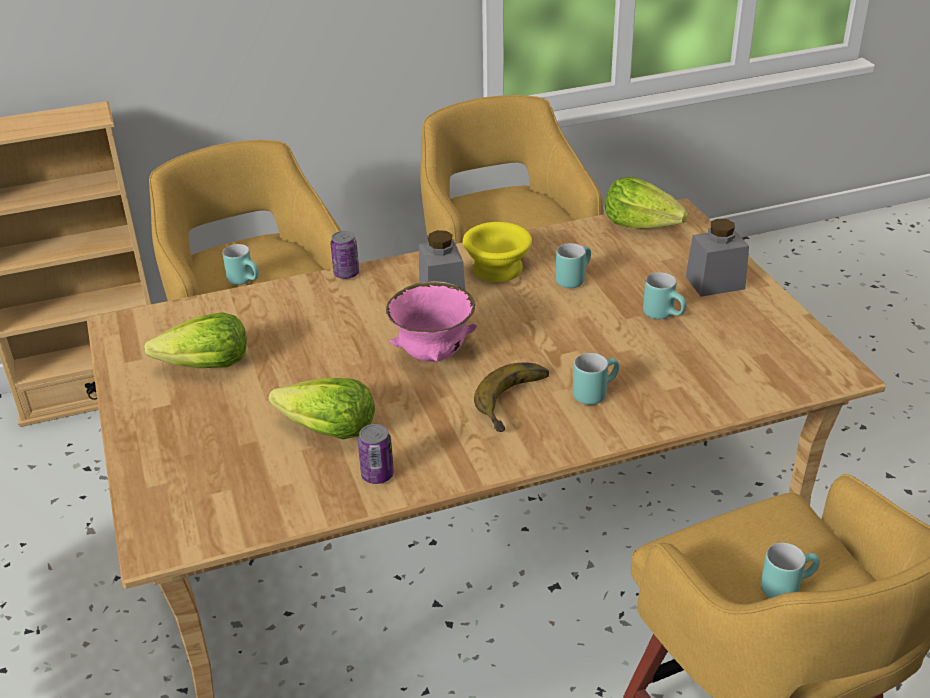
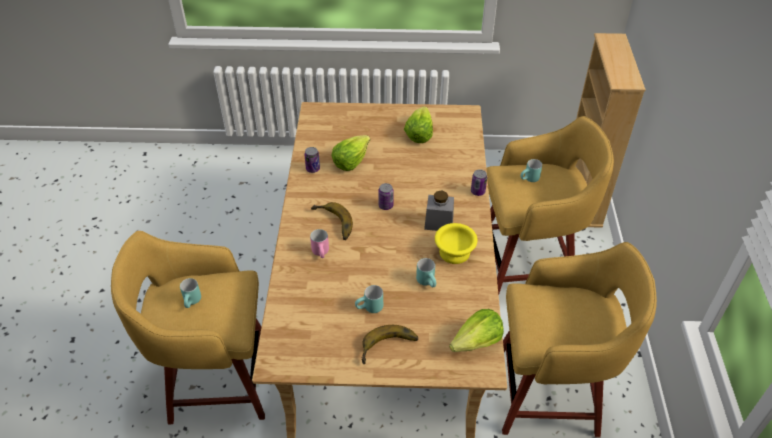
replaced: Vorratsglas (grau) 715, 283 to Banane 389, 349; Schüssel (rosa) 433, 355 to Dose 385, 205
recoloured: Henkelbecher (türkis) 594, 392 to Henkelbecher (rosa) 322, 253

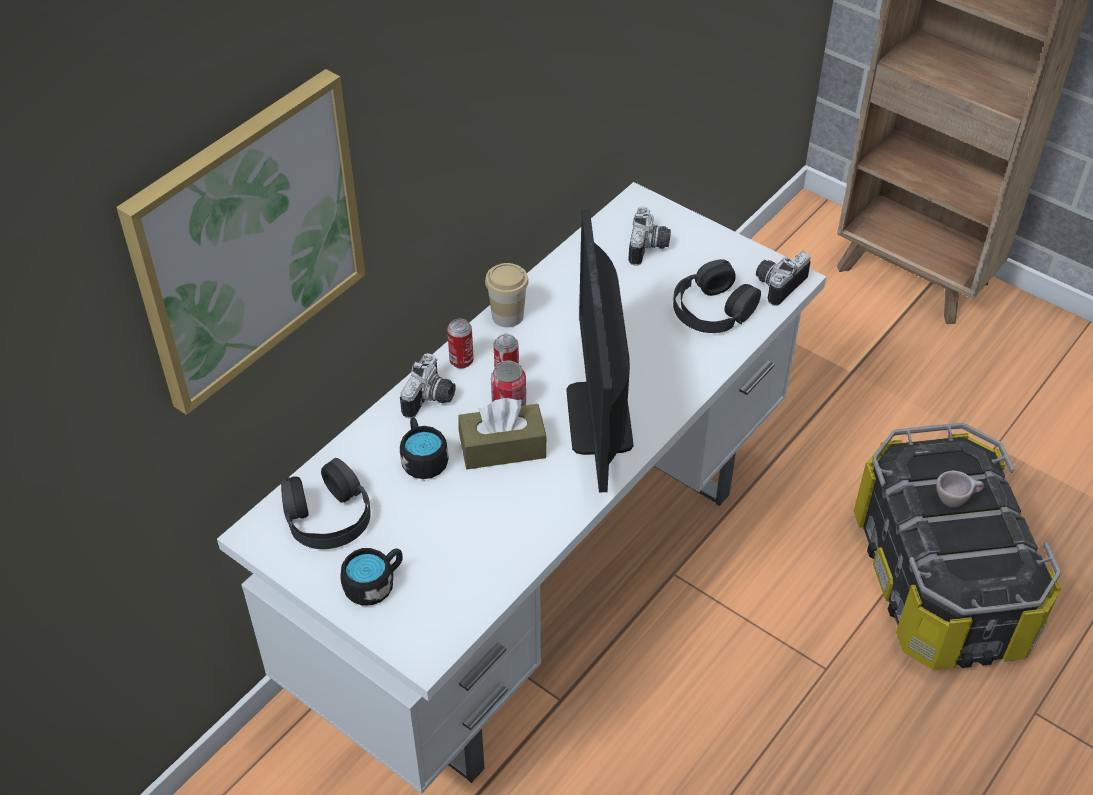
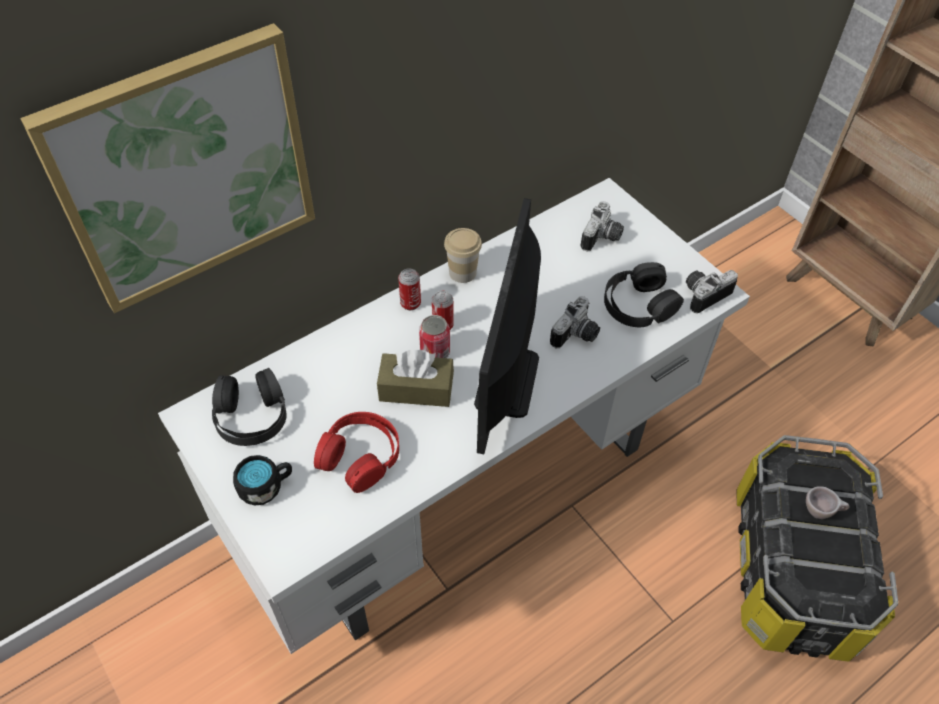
removed: Henkelbecher (schwarz) 423, 459
added: Kopfhörer (rot) 360, 456
moved: Kamera 431, 400 to 577, 336

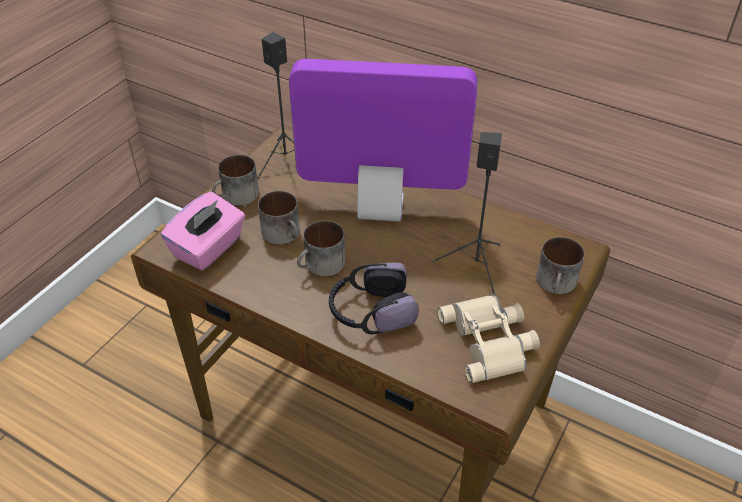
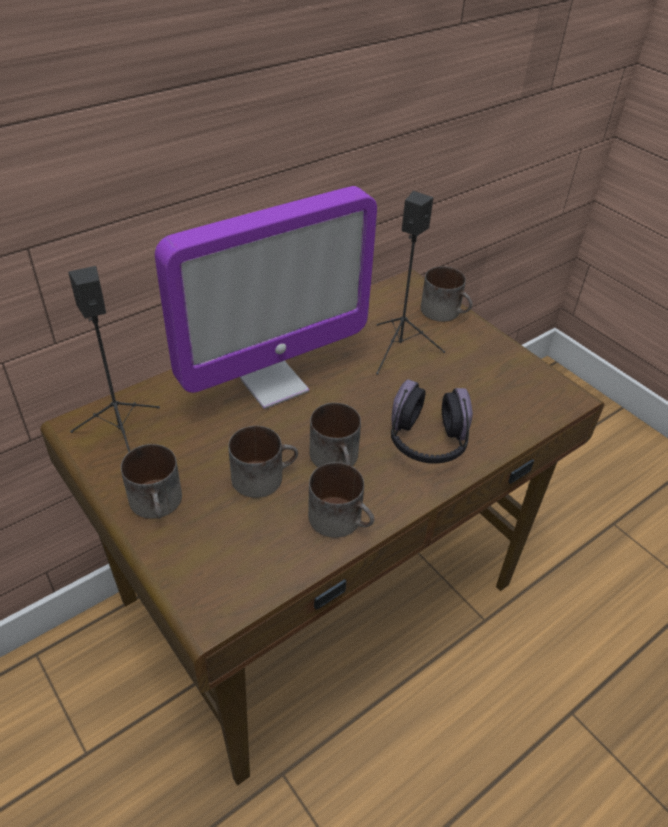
removed: Taschentuchbox (rosa) 209, 248; Fernglas (beige) 490, 341
added: Henkelbecher 342, 518
turned: Monitor 381, 208 = 272, 383 150 degrees counterclockwise

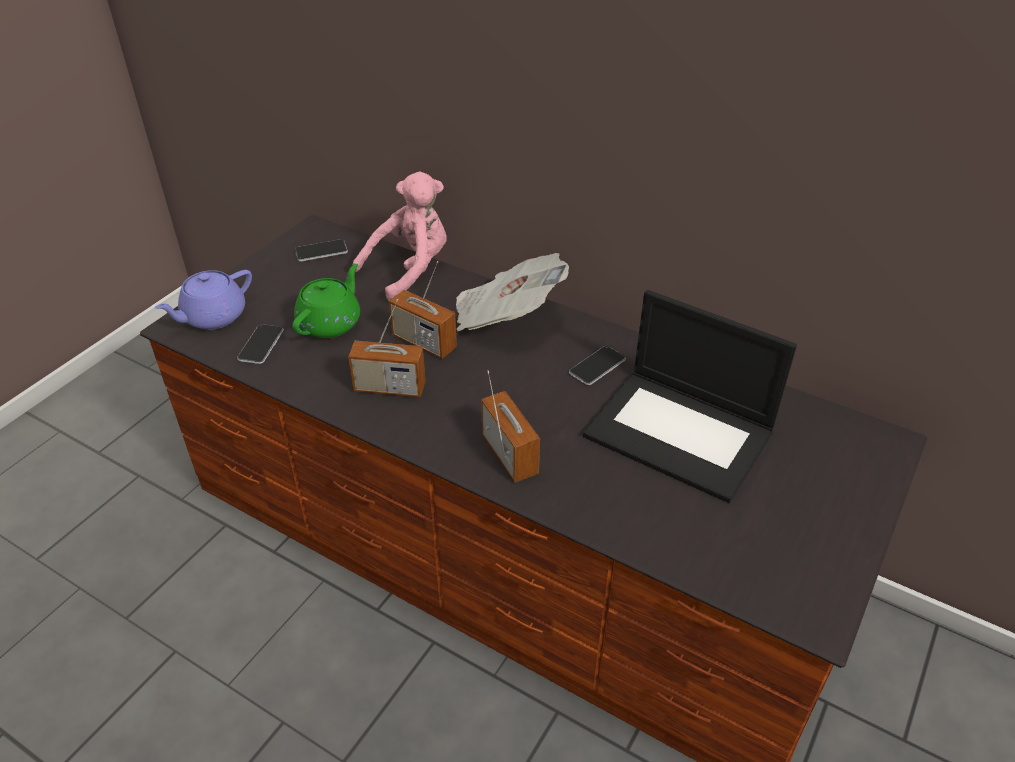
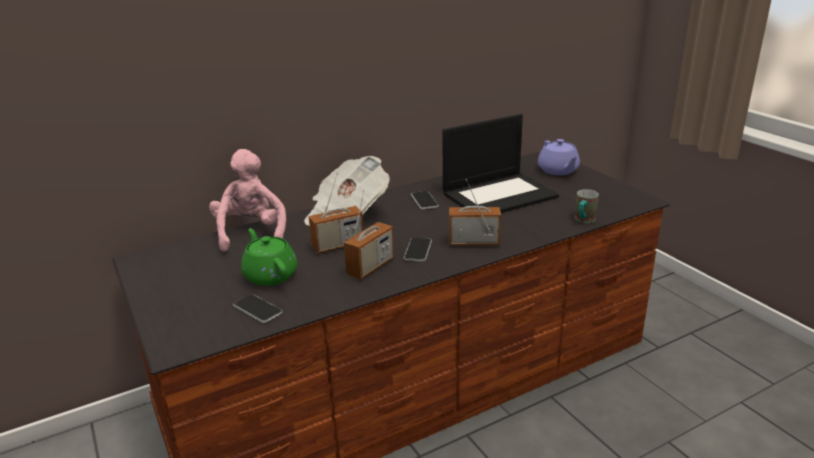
added: Henkelbecher 583, 220
moved: Handy 321, 251 to 418, 250; Teekanne (lila) 213, 317 to 558, 170

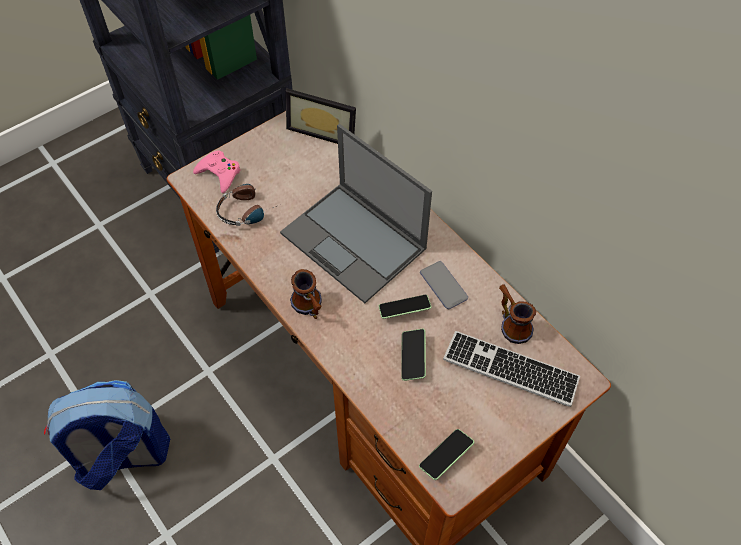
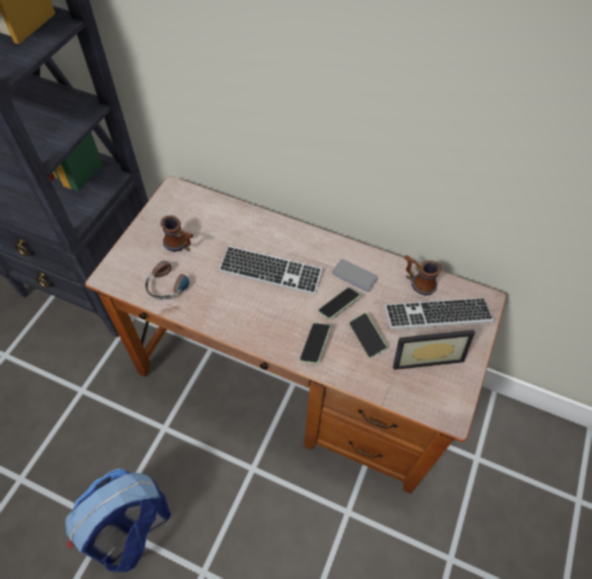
removed: Gamepad (rosa) 219, 174
moved: Bilderrahmen 324, 129 to 425, 354; Henkelbecher 310, 308 to 180, 245; Handy 446, 457 to 315, 345
replaced: Laptop 355, 242 to Tastatur 270, 271

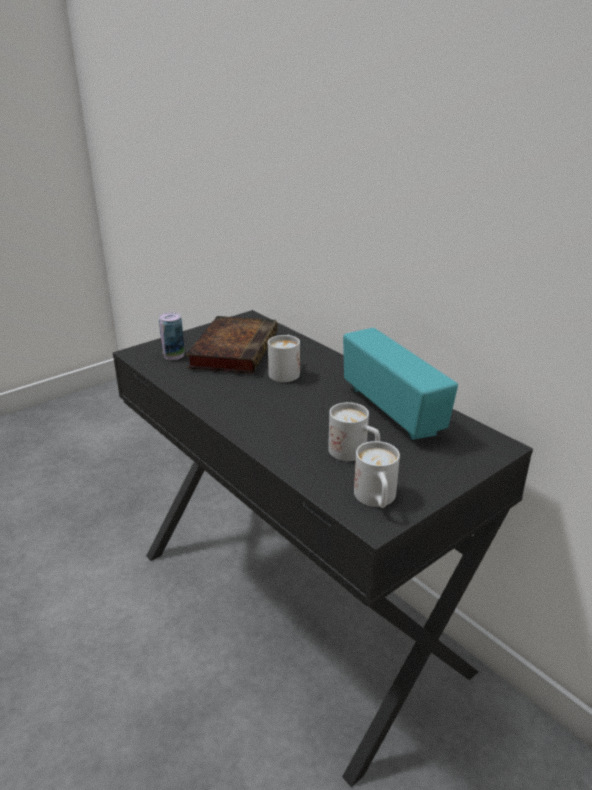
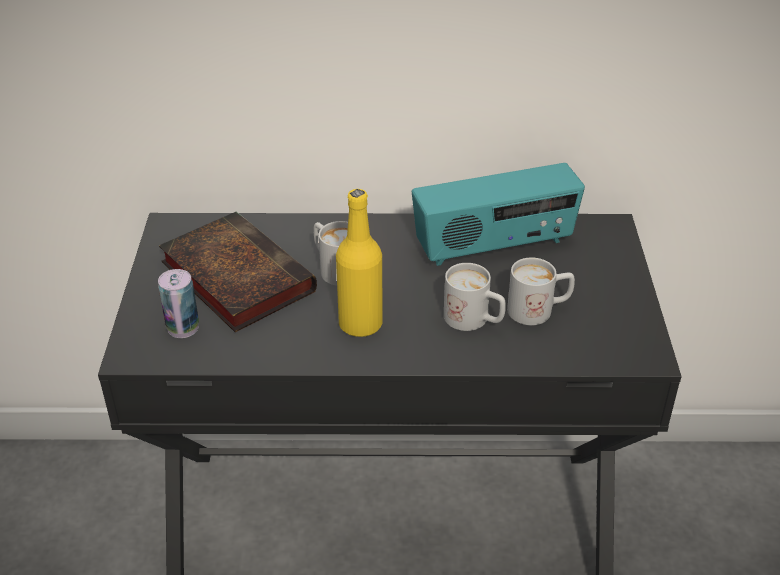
added: Flasche (gelb) 360, 324
moved: Henkelbecher (weiß) 376, 500 to 474, 320
turned: Radio 393, 410 = 494, 246 150 degrees clockwise

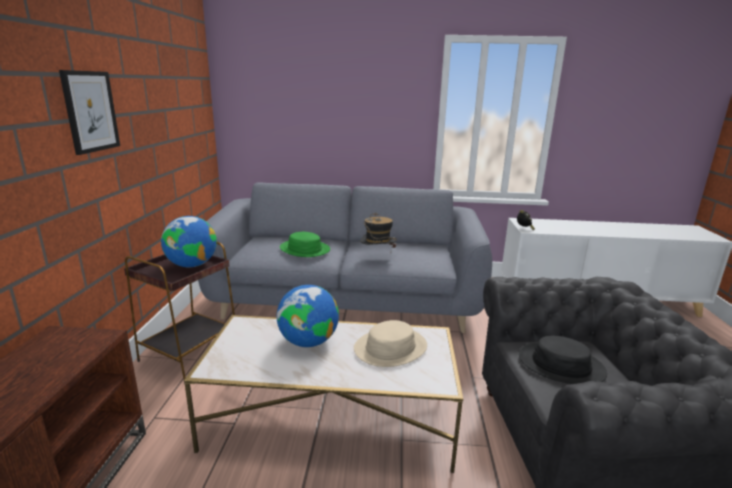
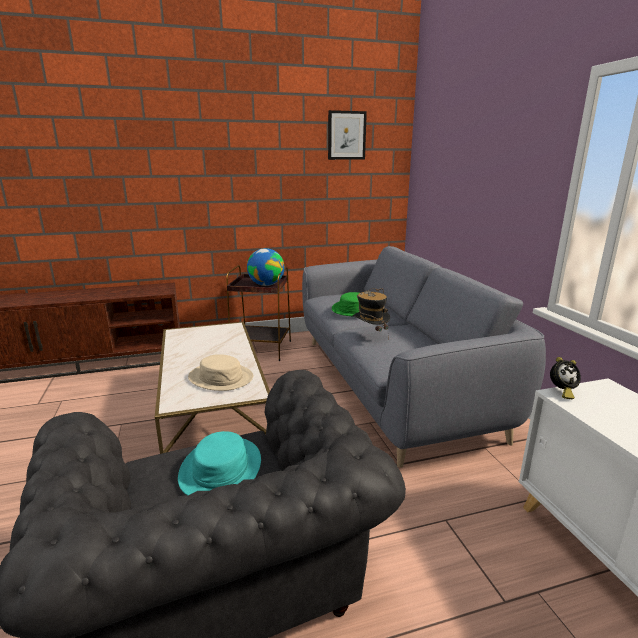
removed: Globus 308, 342
moved: Bild 90, 111 to 346, 135
recoloured: Hut (schwarz) 561, 364 to Hut (türkis) 221, 468

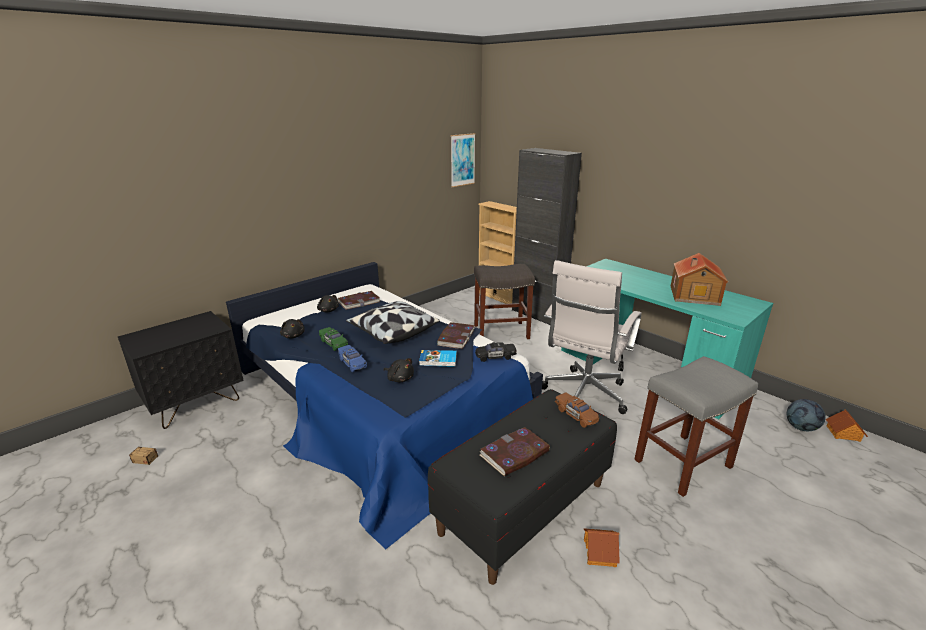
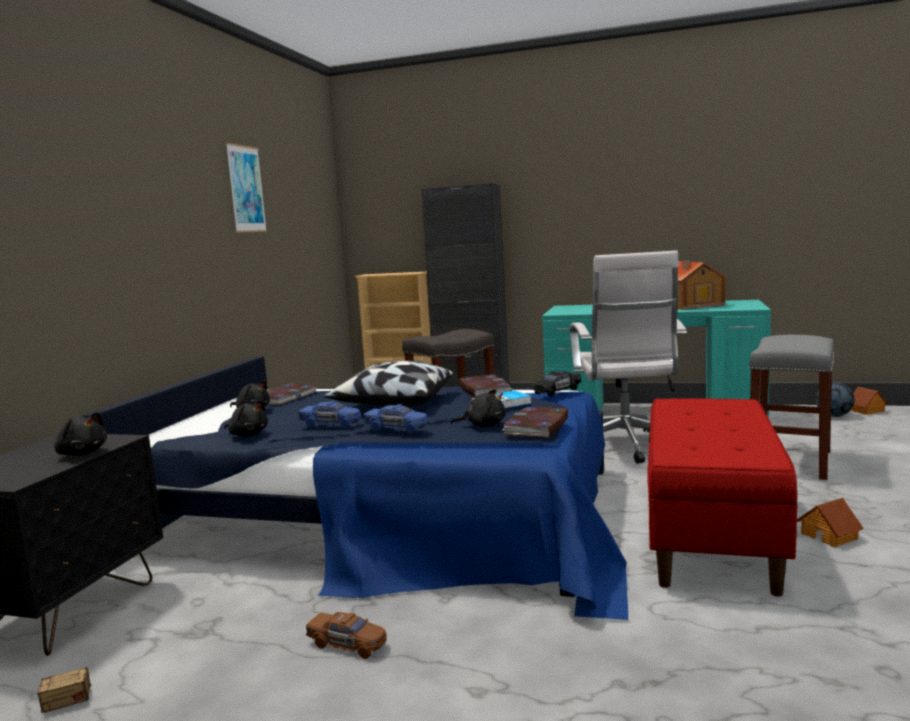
added: Plüschtier (schwarz) 82, 453
moved: Bild 462, 160 to 246, 189; Spielzeugauto (braun) 576, 415 to 348, 644; Buch 514, 454 to 537, 426
recoloured: Spielzeugauto (grün) 334, 343 to Spielzeugauto (blau) 331, 424; Bank (schwarz) 523, 507 to Bank (rot) 710, 535

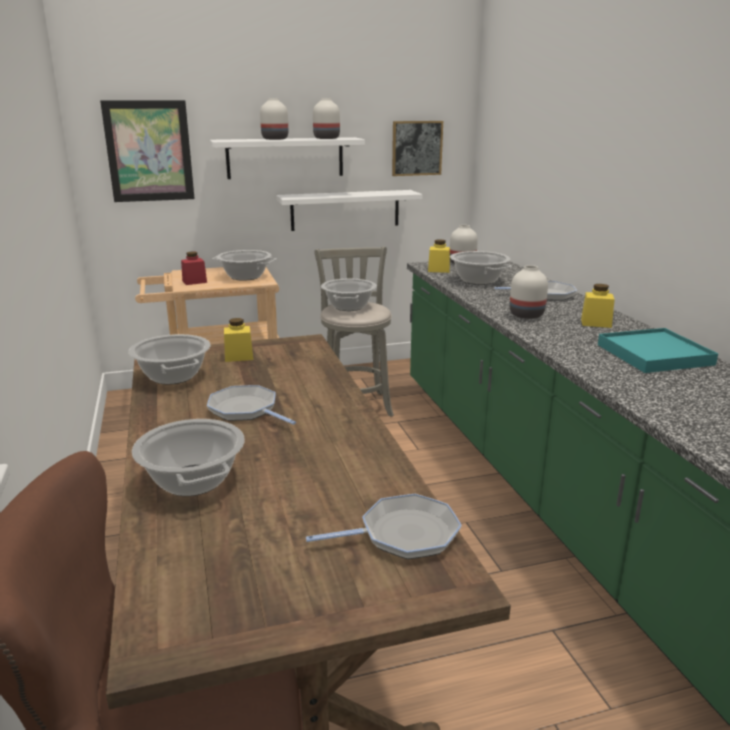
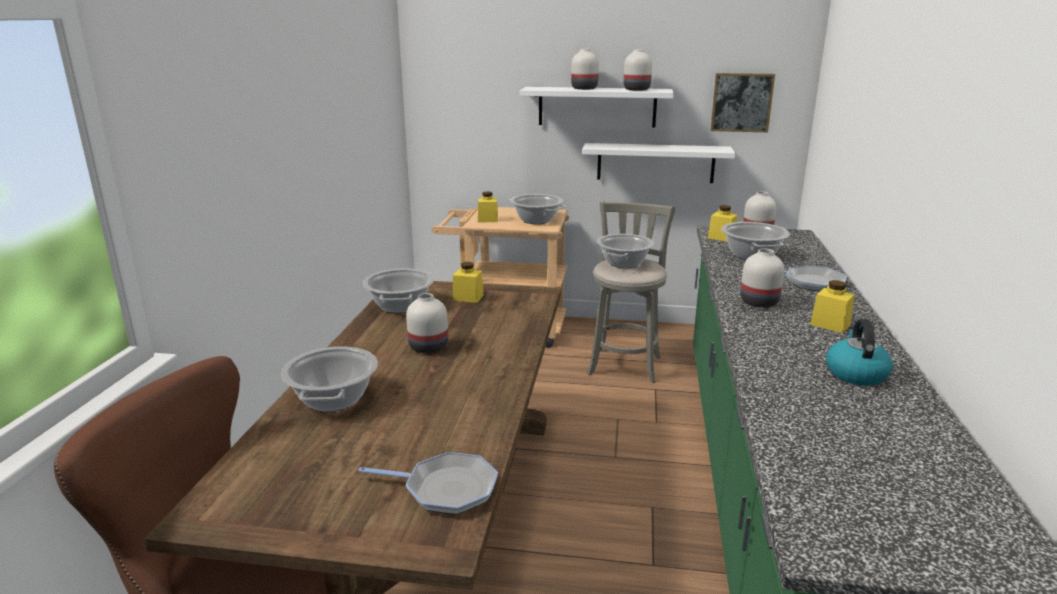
removed: Bild 149, 151
replaced: Tablett (türkis) 654, 355 to Wasserkessel 855, 373; Pfanne 246, 410 to Vase (weiß) 428, 348
recoloured: Vorratsglas (rot) 194, 282 to Vorratsglas (gelb) 488, 220

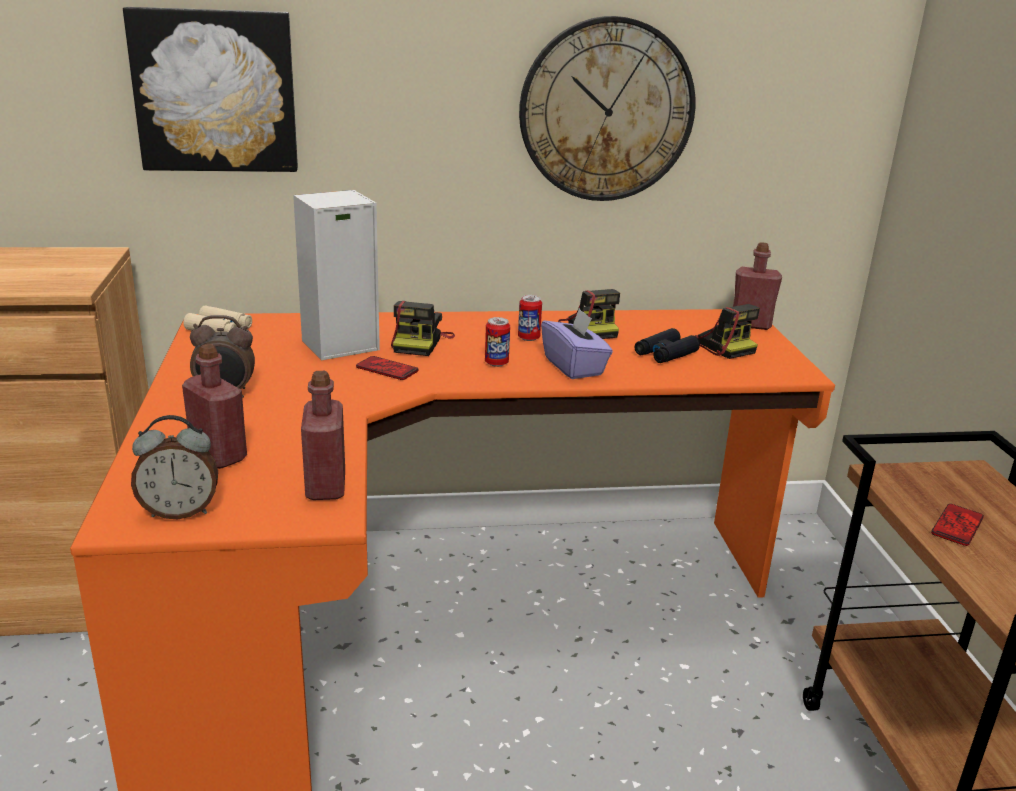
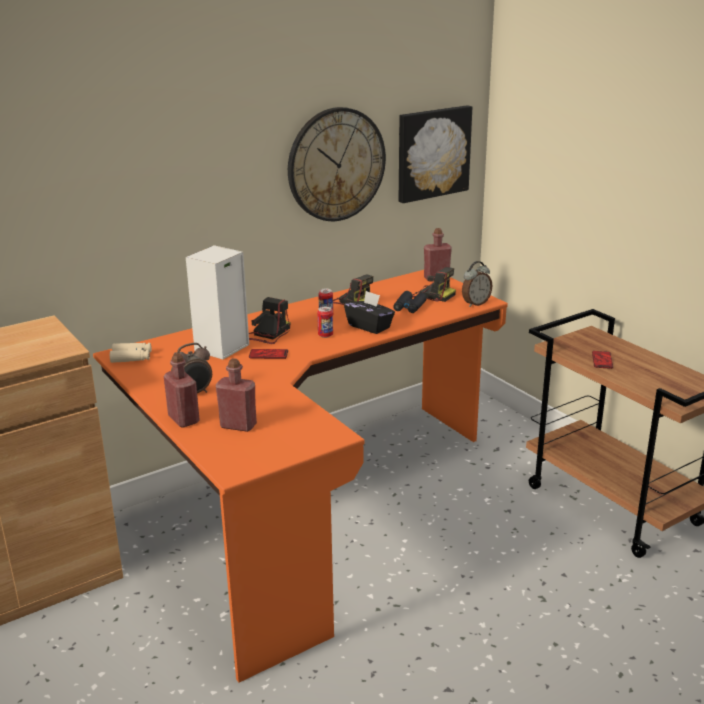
moved: Bild 216, 91 to 432, 153; Flasche (rot) 326, 486 to 183, 419; Wecker 180, 511 to 475, 303
recoloured: Taschentuchbox (lila) 574, 366 to Taschentuchbox (schwarz) 369, 326
turned: Kamera 421, 343 = 268, 334 135 degrees counterclockwise

